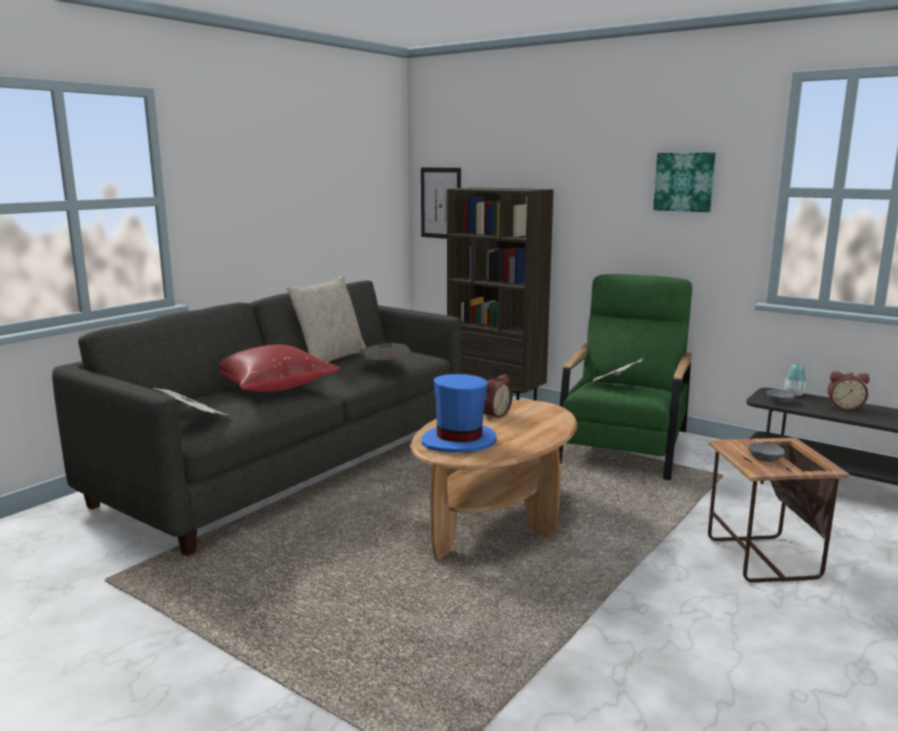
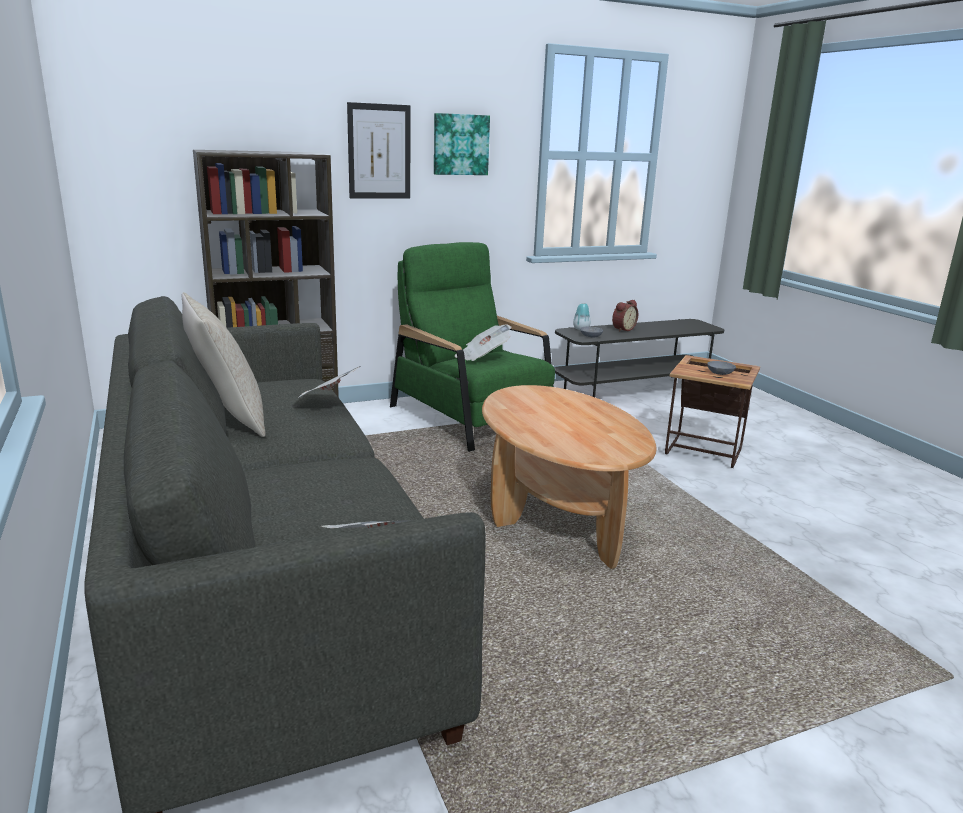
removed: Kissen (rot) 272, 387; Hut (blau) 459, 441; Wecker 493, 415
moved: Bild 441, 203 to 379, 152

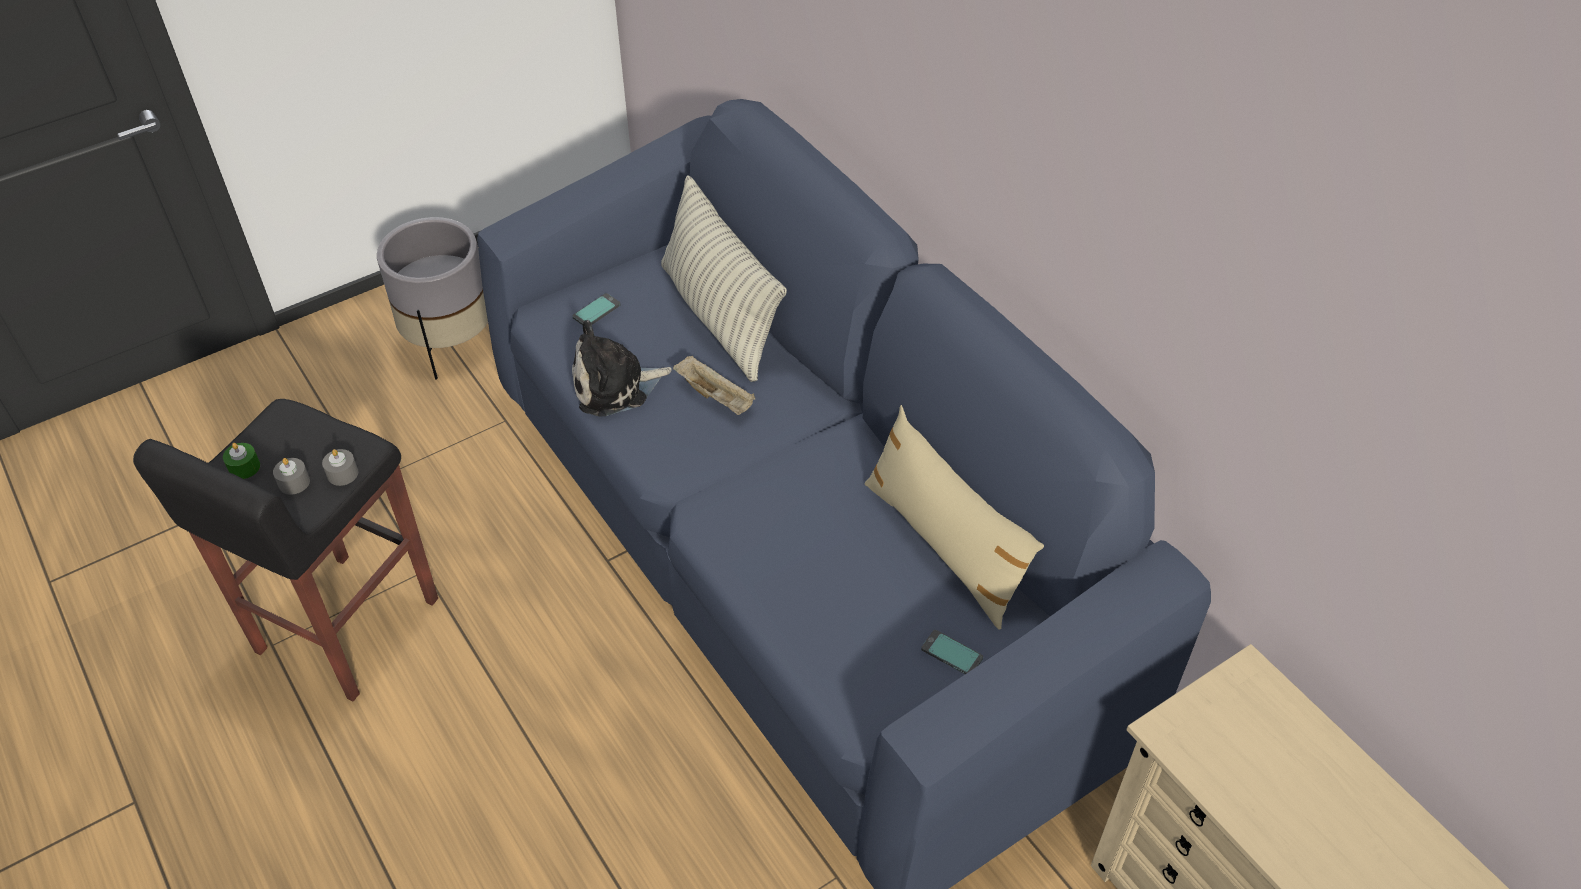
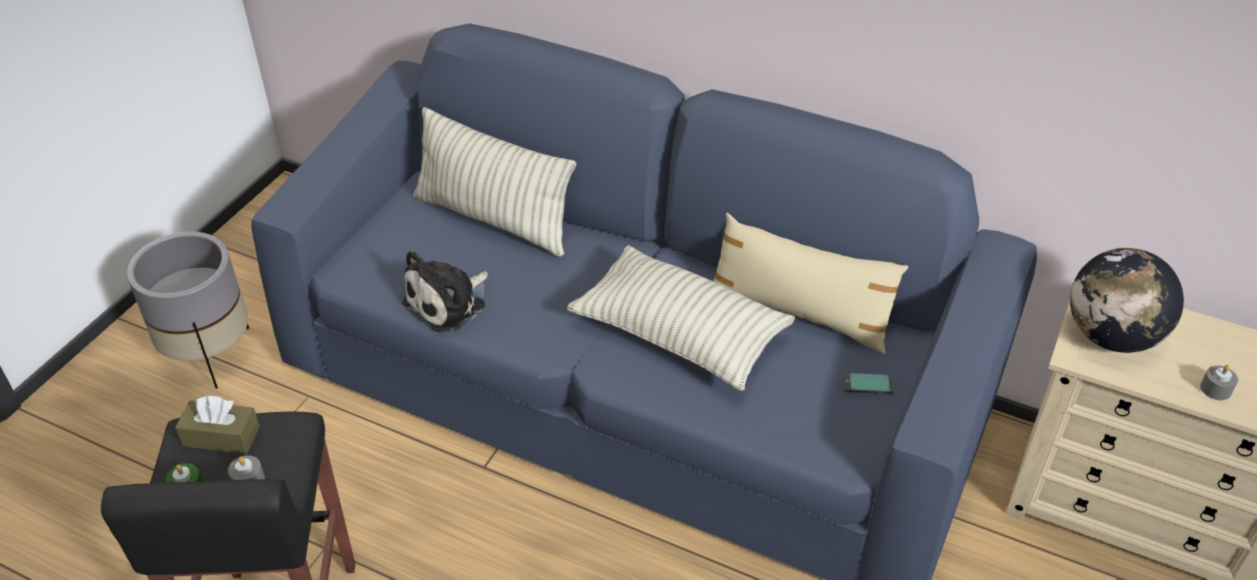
removed: Handy 596, 311; Tablett (beige) 716, 397
added: Kissen 680, 335; Globus 1111, 336; Taschentuchbox (braun) 221, 436
moved: Kerze (grau) 342, 473 to 1215, 389

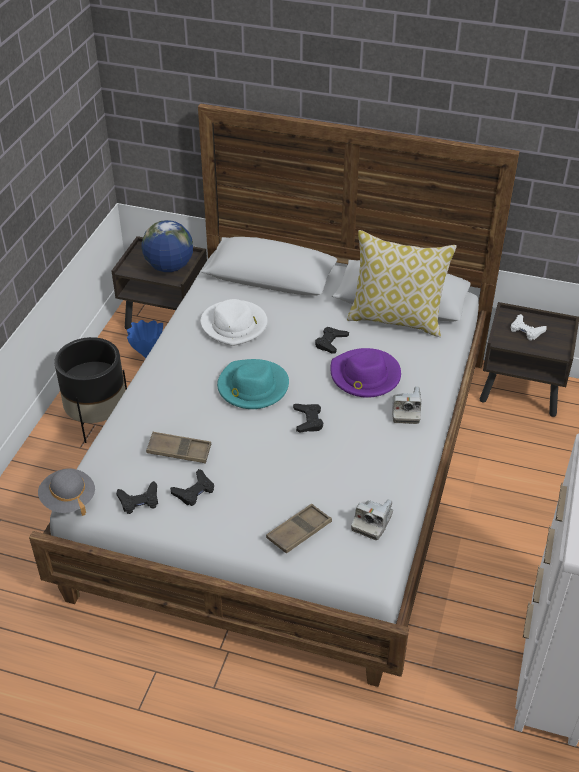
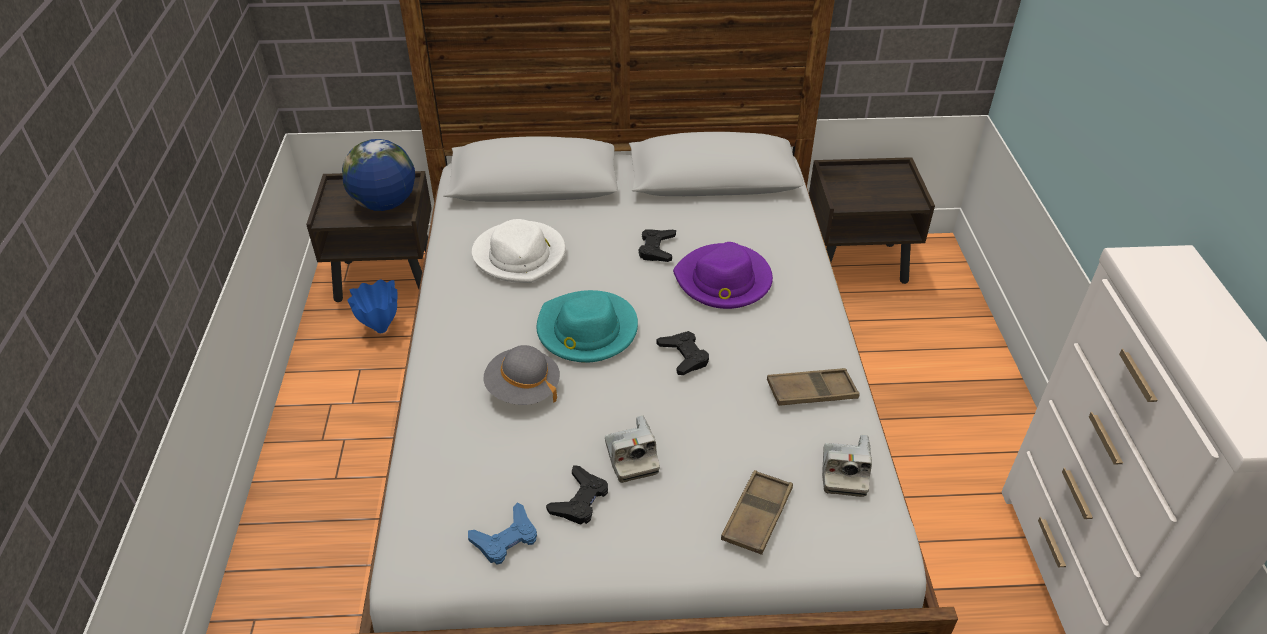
removed: Kissen 396, 319; Gamepad (weiß) 526, 330; Pflanzkübel (schwarz) 98, 420
moved: Kamera 405, 411 to 631, 458; Tablett (braun) 179, 451 to 811, 392; Hut (grau) 68, 499 to 523, 389
recoloured: Gamepad (schwarz) 139, 501 to Gamepad (blau) 506, 539

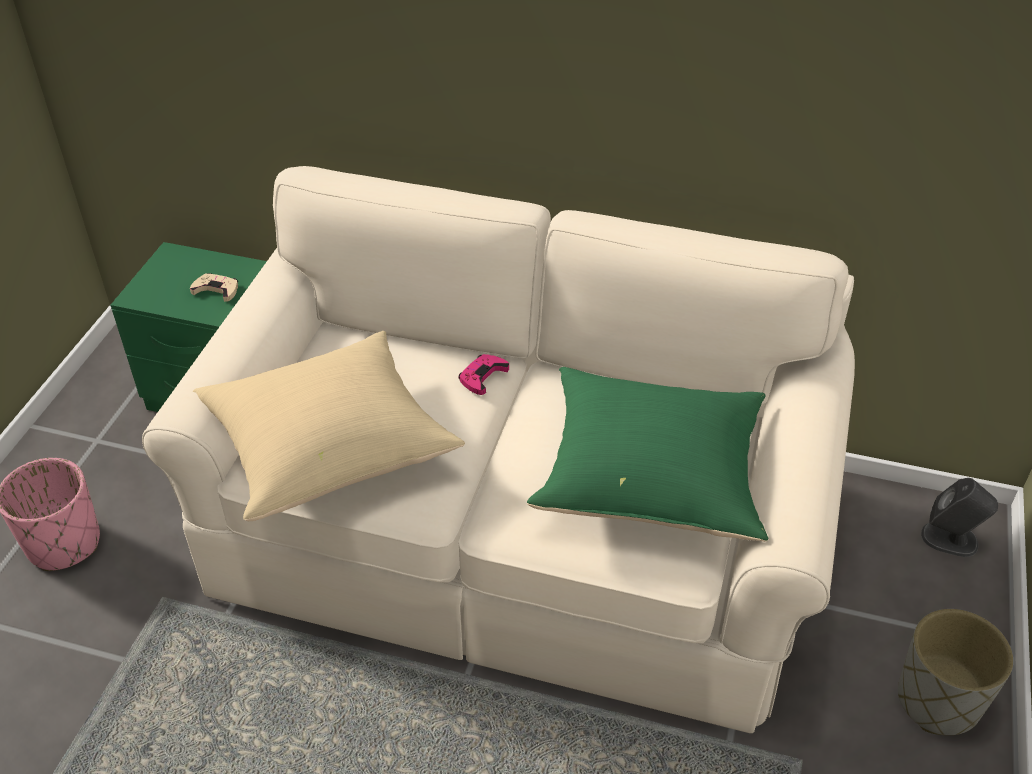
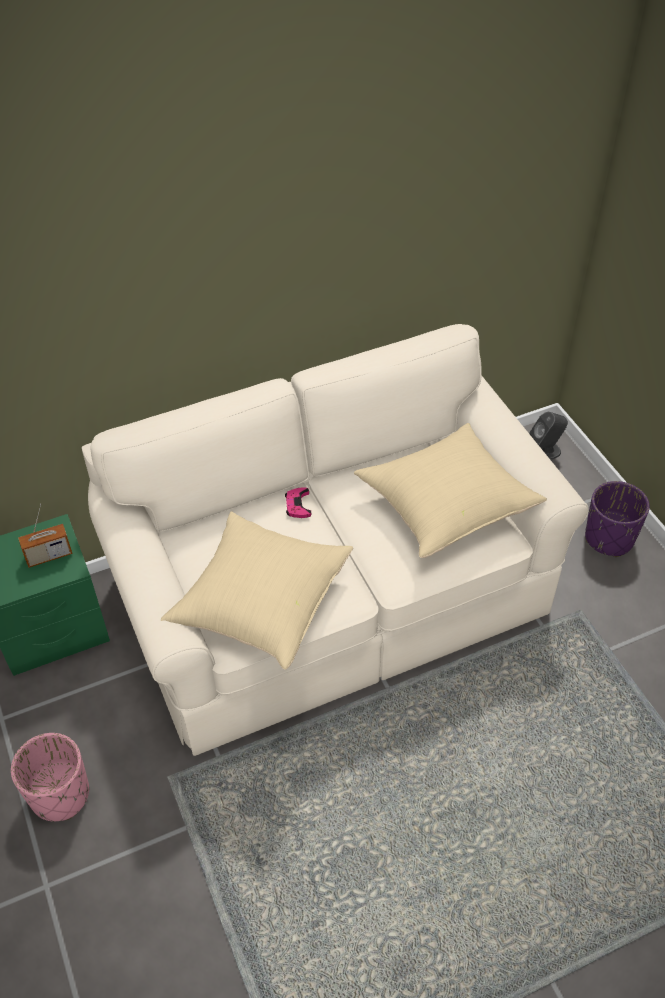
replaced: Gamepad (beige) 216, 290 to Radio 49, 555
recoloured: Kissen (grün) 652, 479 to Kissen (beige) 446, 505; Pflanzkübel (grau) 939, 701 to Pflanzkübel (lila) 609, 538

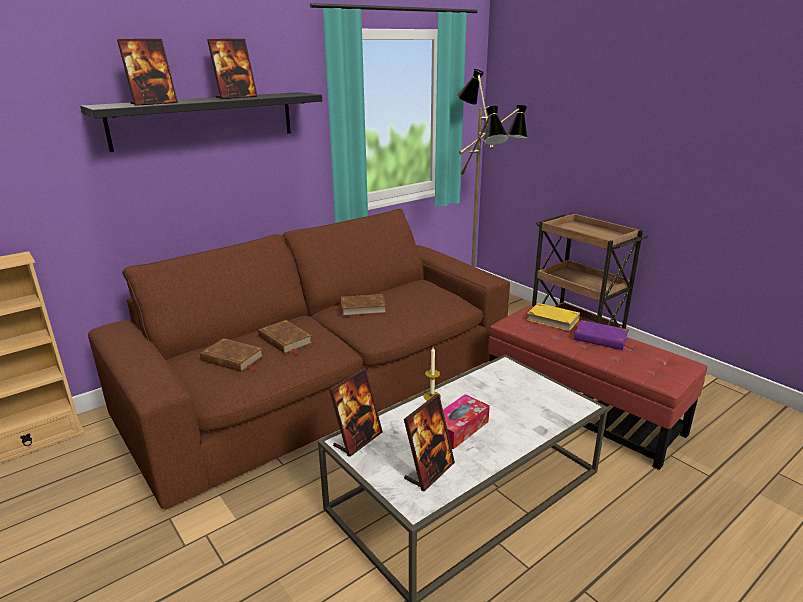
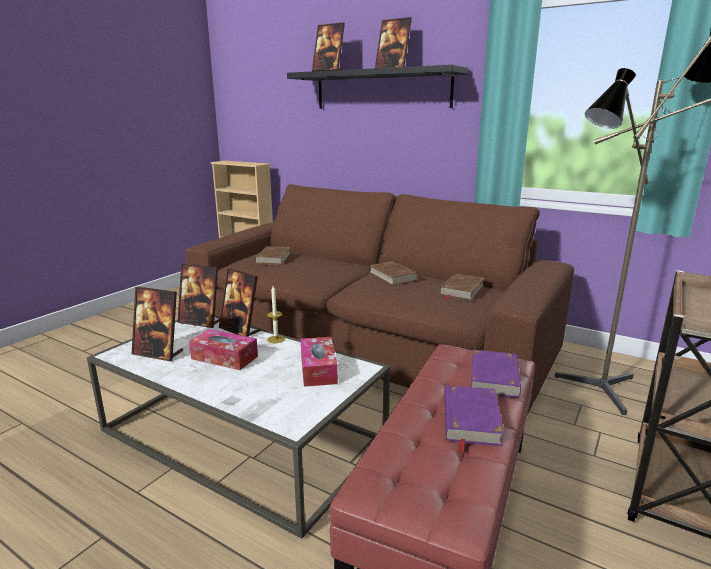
added: Bilderrahmen 240, 330; Taschentuchbox 318, 369
moved: Buch (braun) 285, 340 to 461, 290
recoloured: Buch (gelb) 552, 319 to Buch (lila) 495, 377

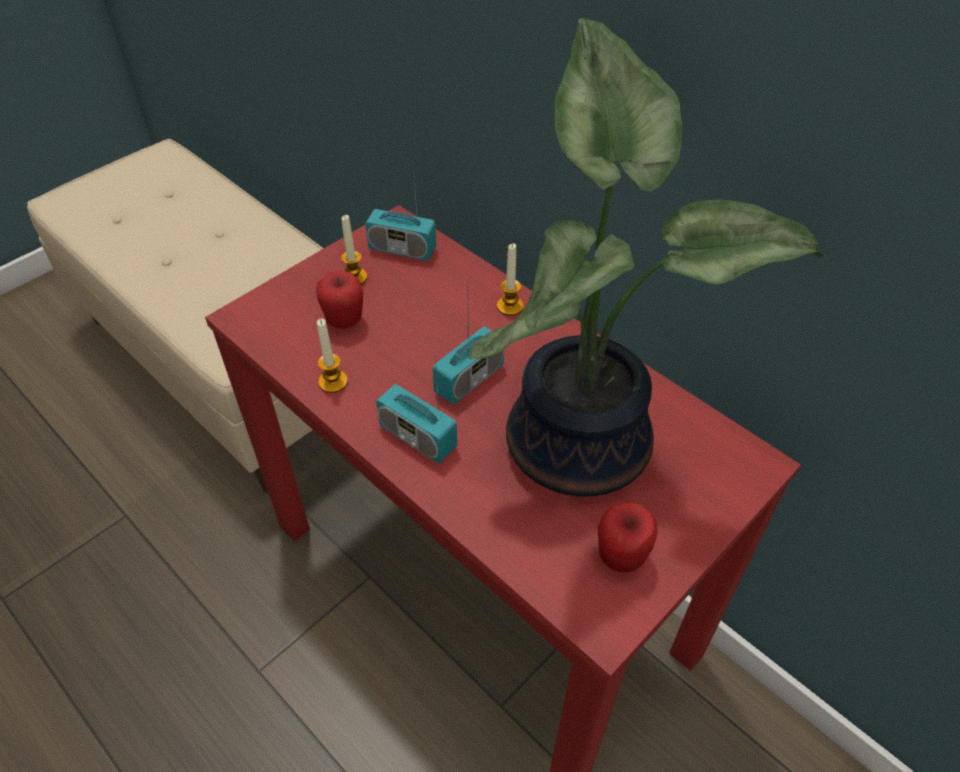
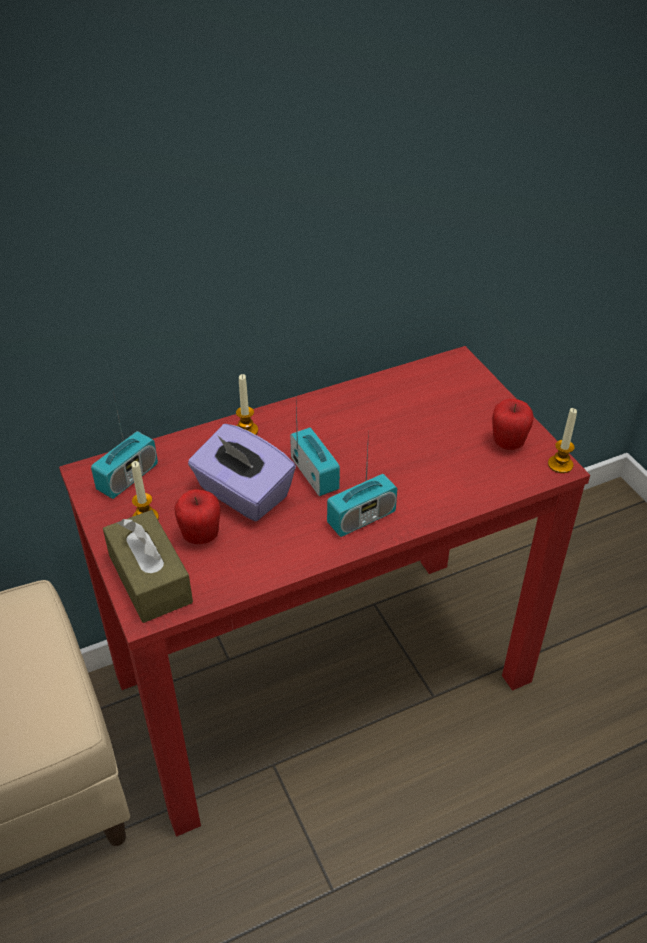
removed: Topfpflanze 583, 440
added: Taschentuchbox (lila) 243, 494; Taschentuchbox (braun) 150, 579
moved: Kerze 333, 382 to 560, 464

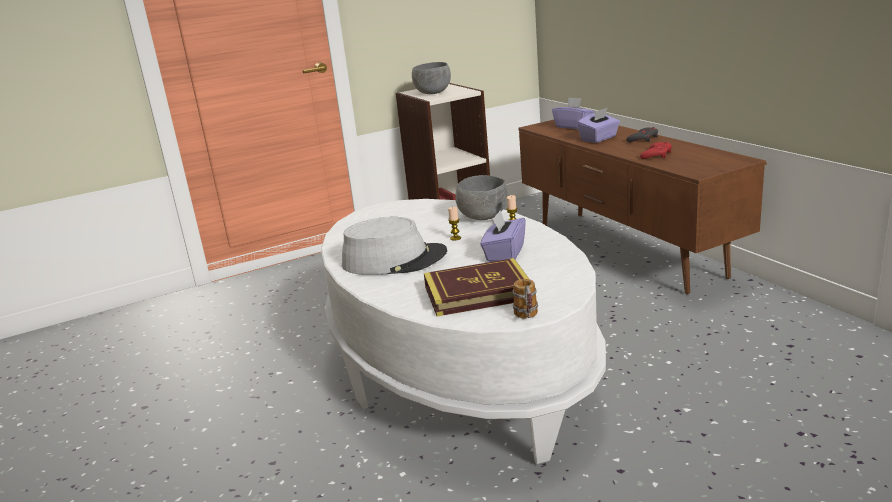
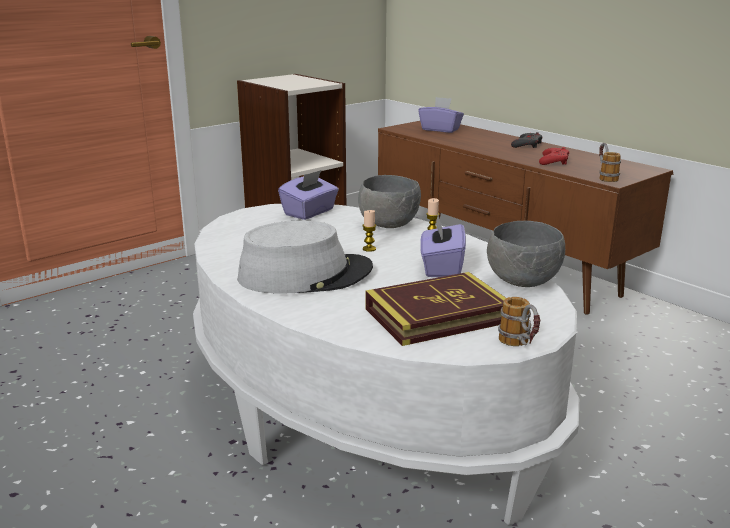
added: Henkelbecher 605, 177
moved: Schüssel (grau) 433, 93 to 524, 282; Taschentuchbox (lila) 599, 138 to 309, 212

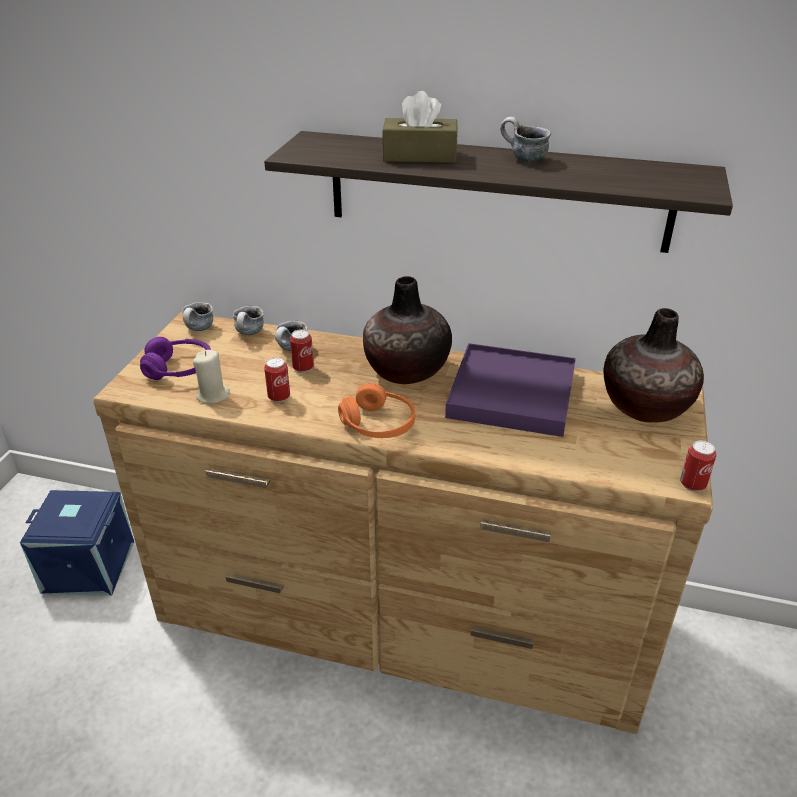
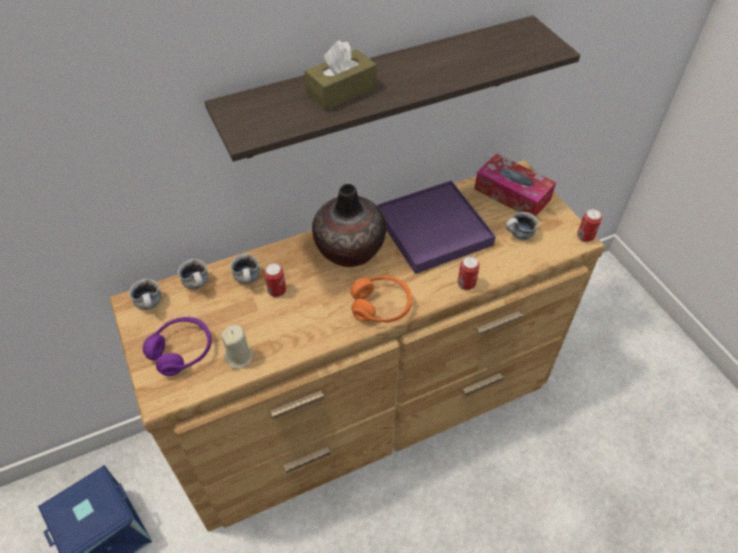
moved: Henkelbecher 522, 159 to 518, 236; Dose 279, 397 to 466, 284
replaced: Vase 644, 406 to Taschentuchbox 512, 194

